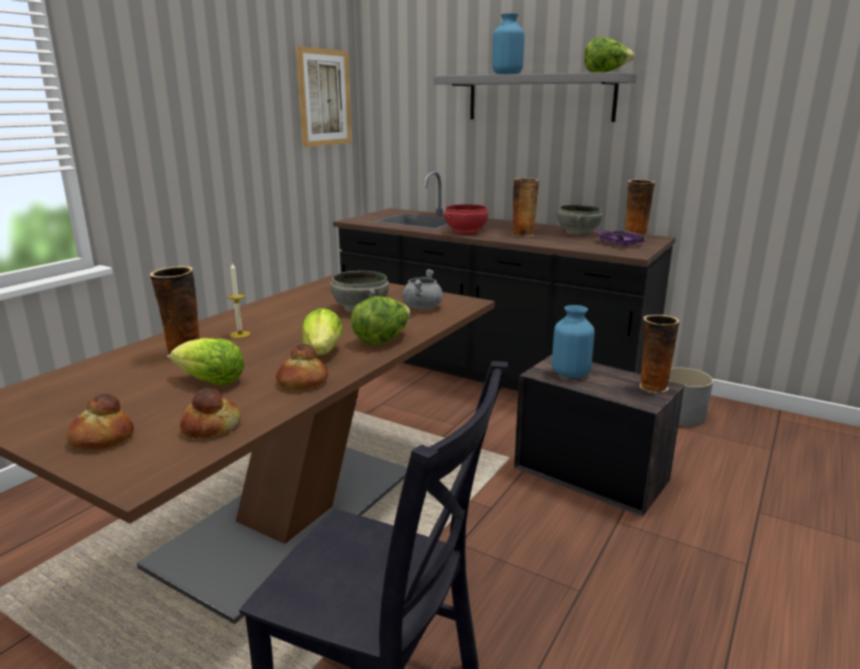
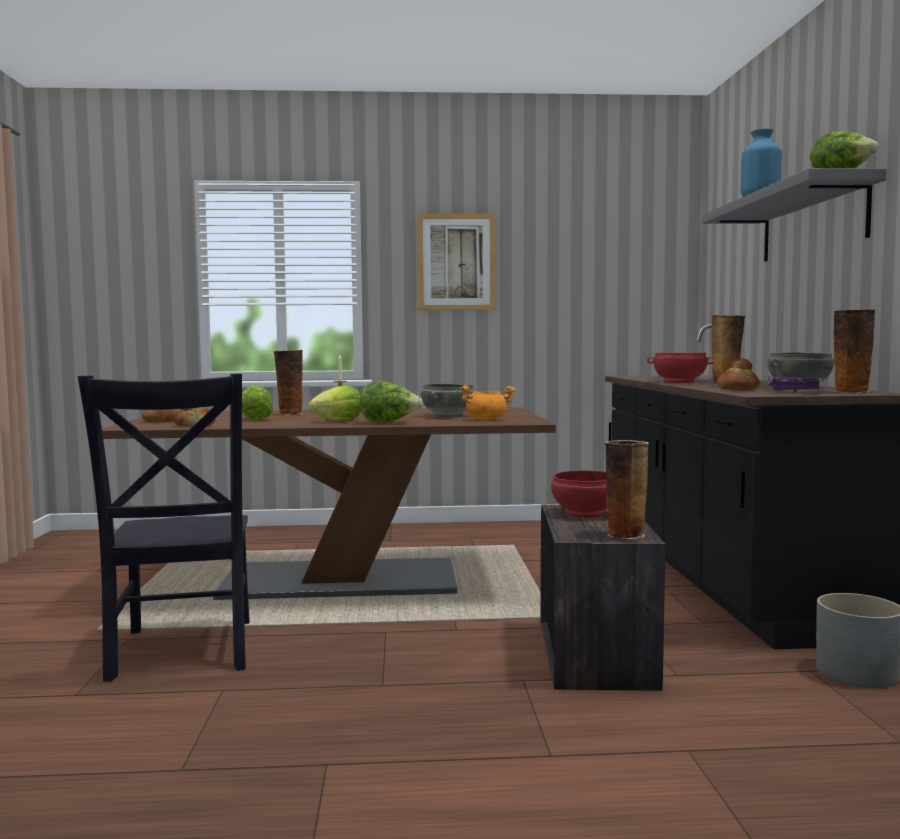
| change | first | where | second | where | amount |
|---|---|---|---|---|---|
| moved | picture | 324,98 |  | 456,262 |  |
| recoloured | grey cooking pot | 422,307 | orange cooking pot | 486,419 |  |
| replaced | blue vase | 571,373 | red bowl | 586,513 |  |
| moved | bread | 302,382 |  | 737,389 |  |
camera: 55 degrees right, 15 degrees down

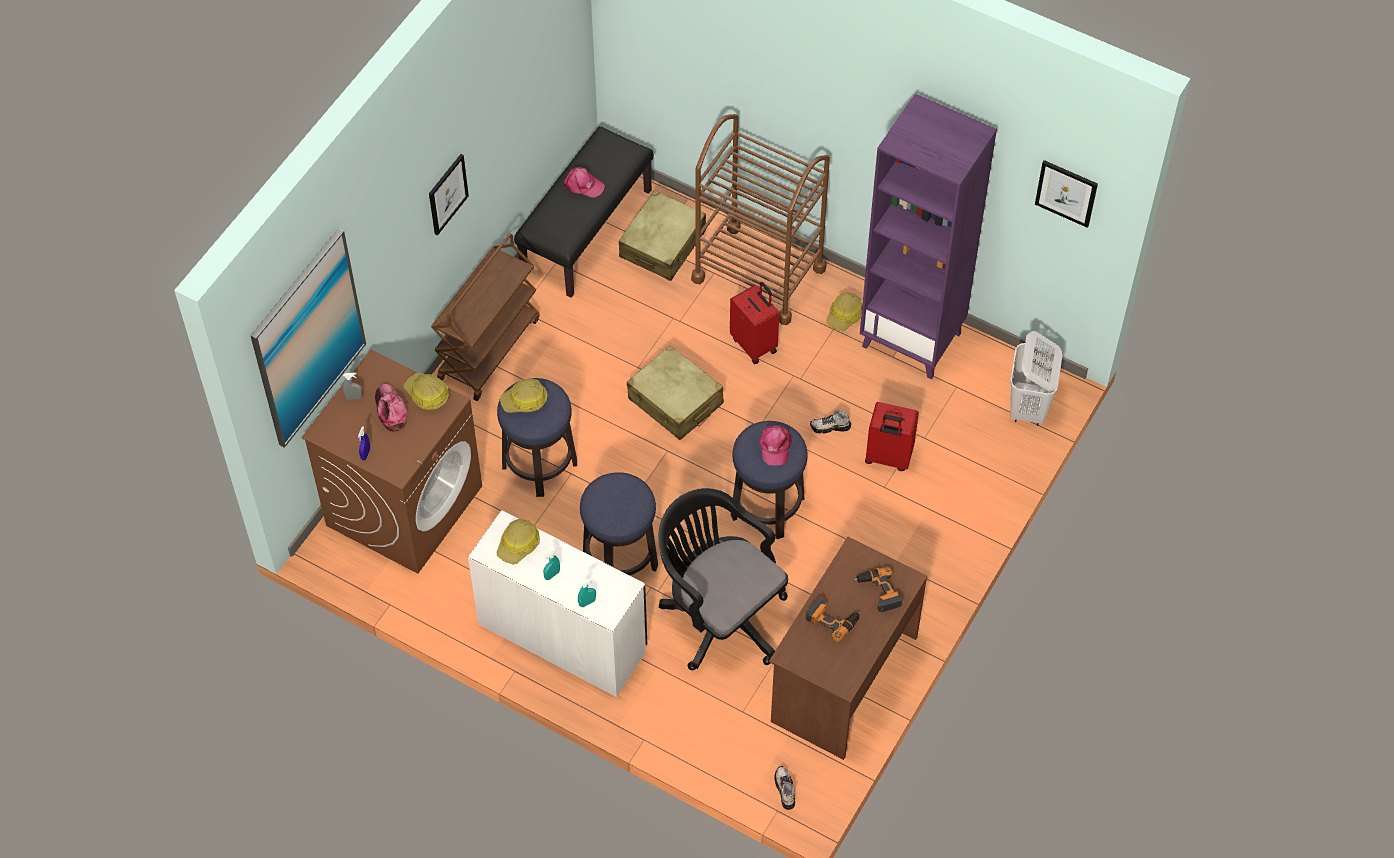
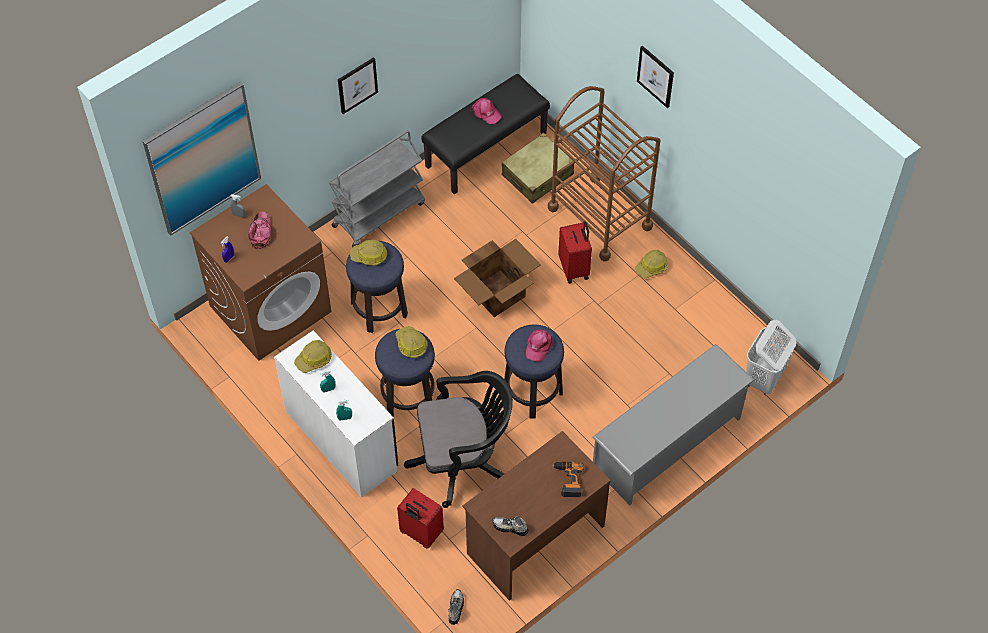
| change | first | where | second | where | amount |
|---|---|---|---|---|---|
| removed | purple bookcase | 912,339 |  |  |  |
| moved | picture | 1066,193 |  | 655,76 |  |
| recoloured | brown cart | 488,349 | grey cart | 379,214 |  |
| replaced | beige suitcase | 675,401 | cardboard box | 498,293 |  |
| moved | hard hat | 427,394 |  | 411,344 |  |
| moved | red suitcase | 888,458 |  | 420,533 |  |
| moved | shoe | 830,427 |  | 510,527 |  |
| turned | black office chair | 719,615 |  | 463,461 | 105 degrees clockwise |
| removed | power drill | 832,619 |  |  |  |
| added |  |  | grey shoe rack | 667,444 |  |
camera: 20 degrees right, 0 degrees up

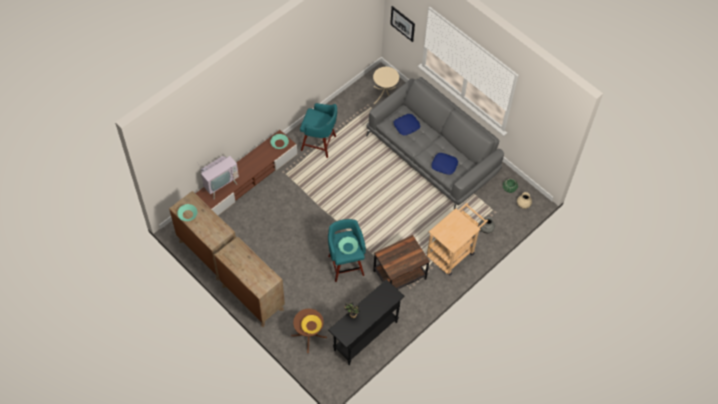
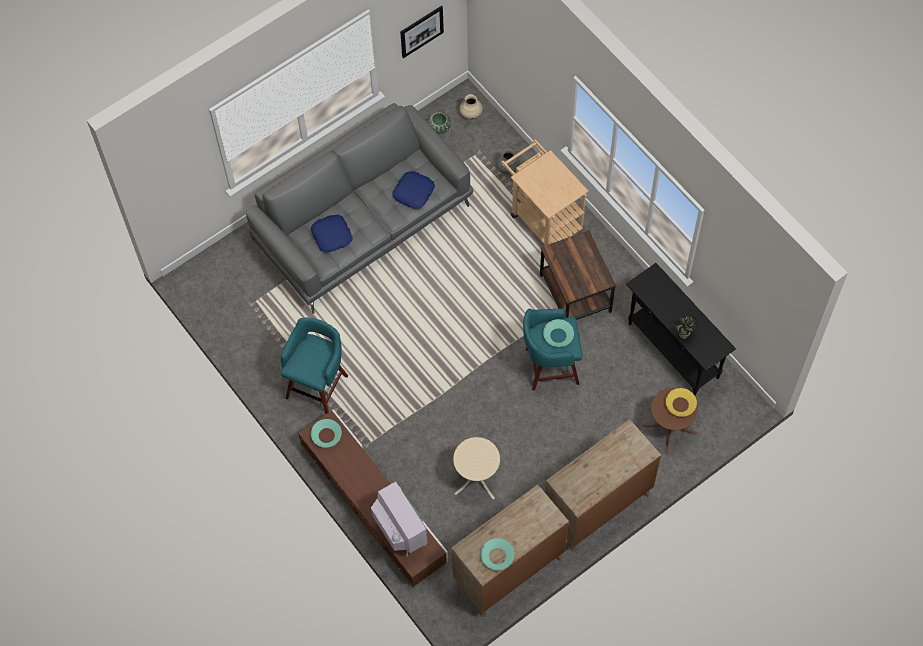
| change | first | where | second | where | amount |
|---|---|---|---|---|---|
| moved | picture | 402,23 |  | 421,31 |  |
| moved | beige side table | 385,95 |  | 477,478 |  |
camera: 80 degrees left, 5 degrees up

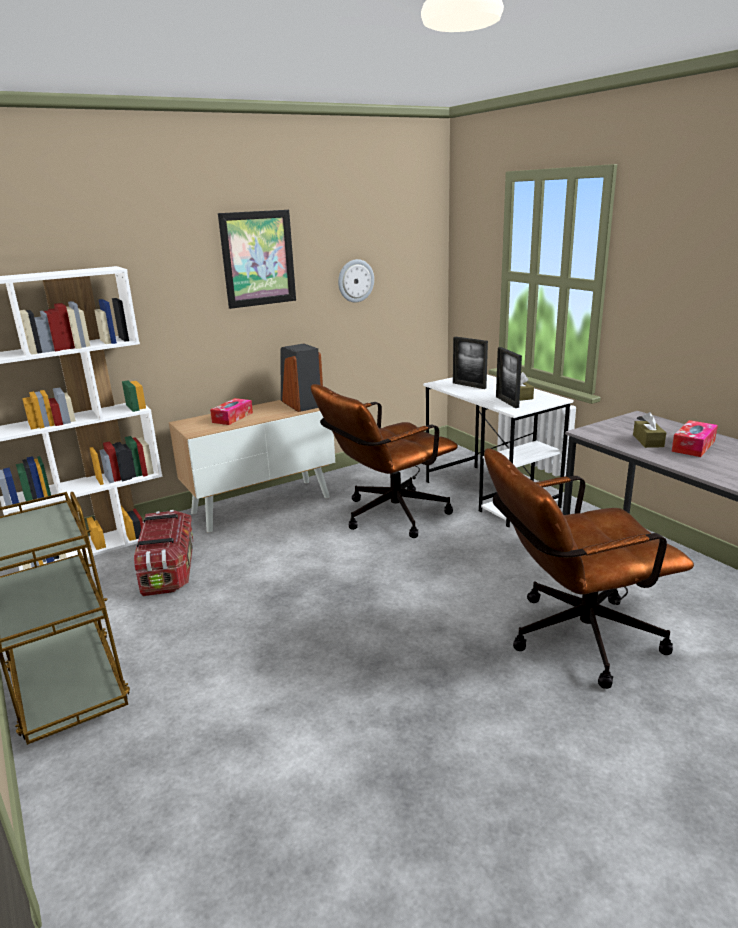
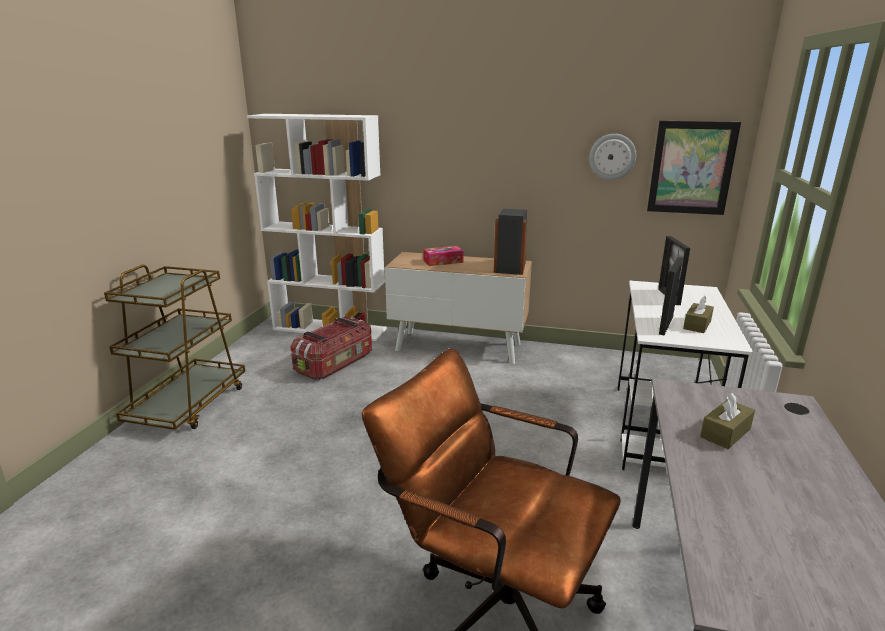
| change | first | where | second | where | amount |
|---|---|---|---|---|---|
| moved | picture | 258,259 |  | 691,168 |  |
| removed | brown office chair | 387,516 |  |  |  |
| removed | tissue box | 693,446 |  |  |  |
camera: 45 degrees right, 0 degrees up

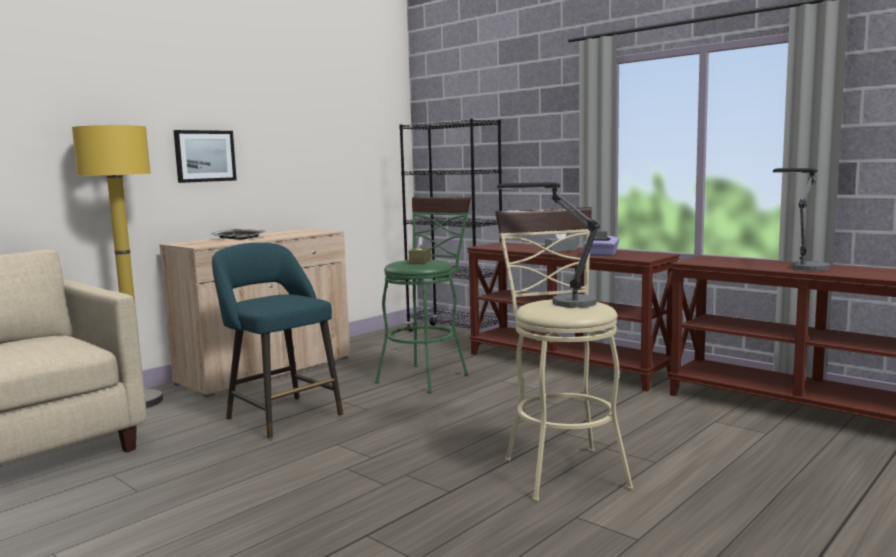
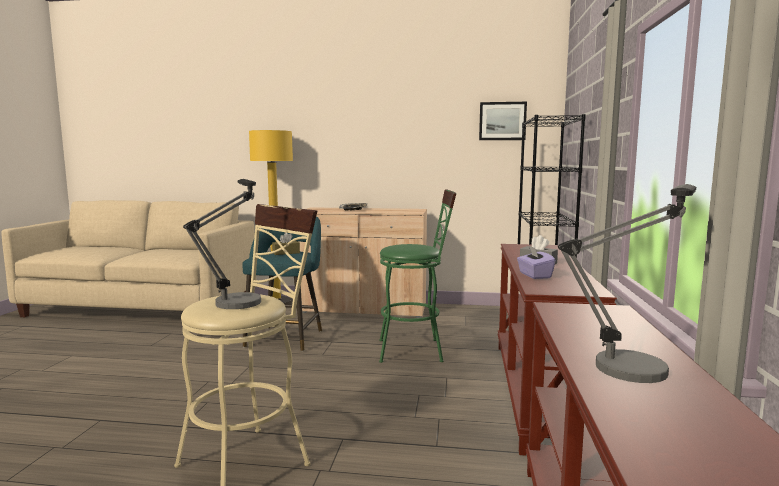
| change | first | where | second | where | amount |
|---|---|---|---|---|---|
| moved | picture | 205,156 |  | 502,121 |  |
| moved | brown tissue box | 420,262 |  | 286,253 |  |
camera: 55 degrees right, 0 degrees up

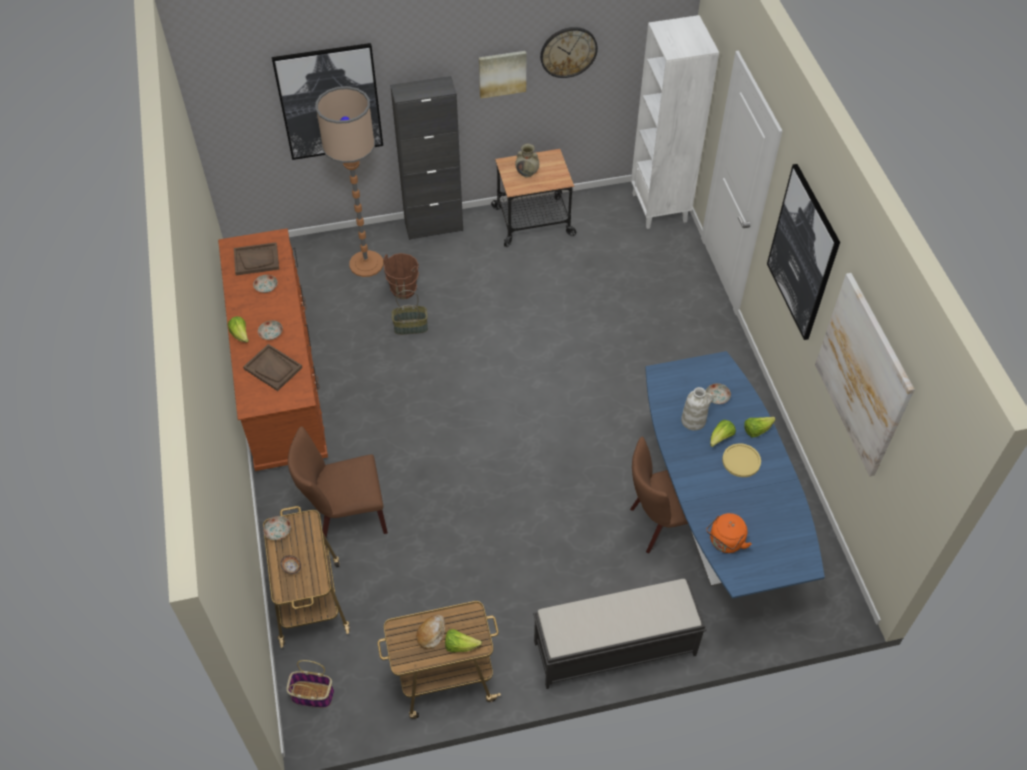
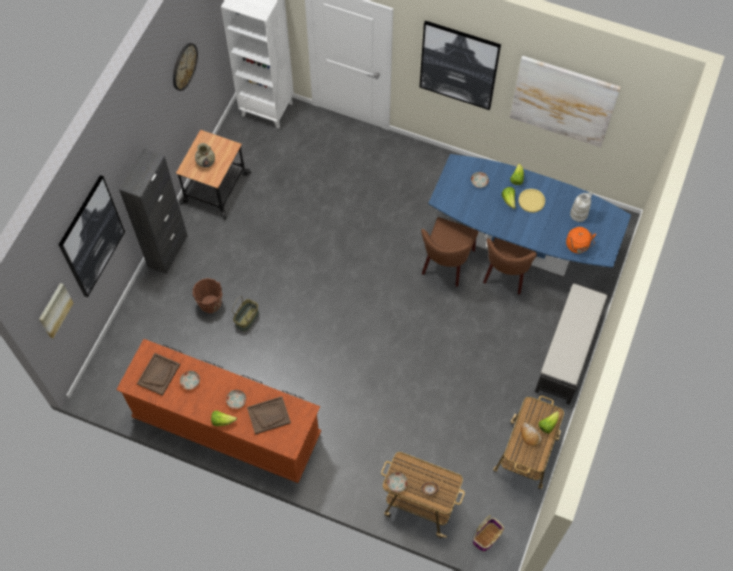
| change | first | where | second | where | amount |
|---|---|---|---|---|---|
| moved | picture | 502,73 |  | 54,310 |  |
| removed | floor lamp | 366,264 |  |  |  |
| moved | white vase | 694,420 |  | 578,214 |  |
| moved | brown chair | 345,515 |  | 446,264 |  |
camera: 55 degrees left, 10 degrees up

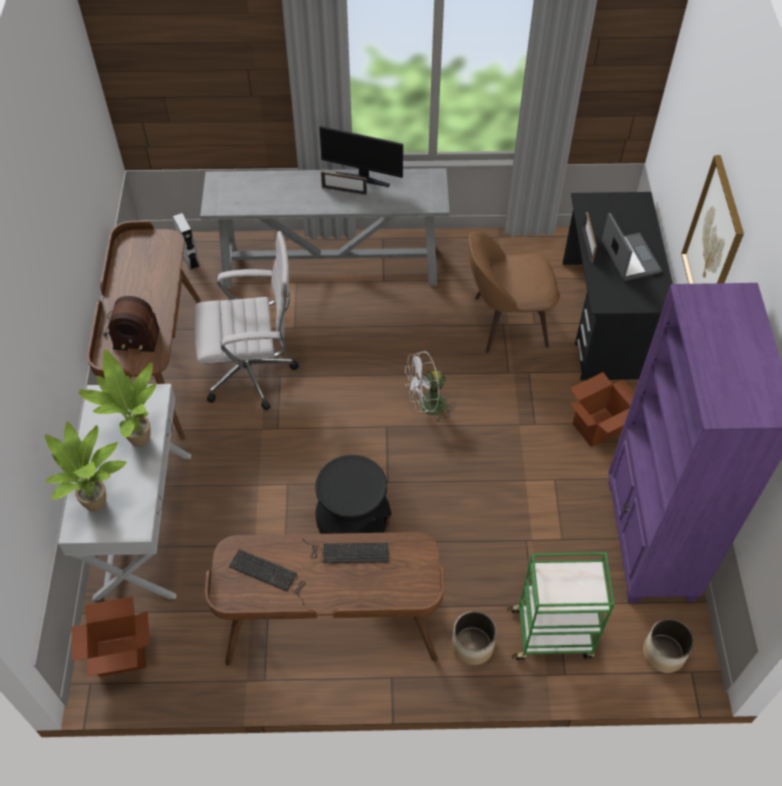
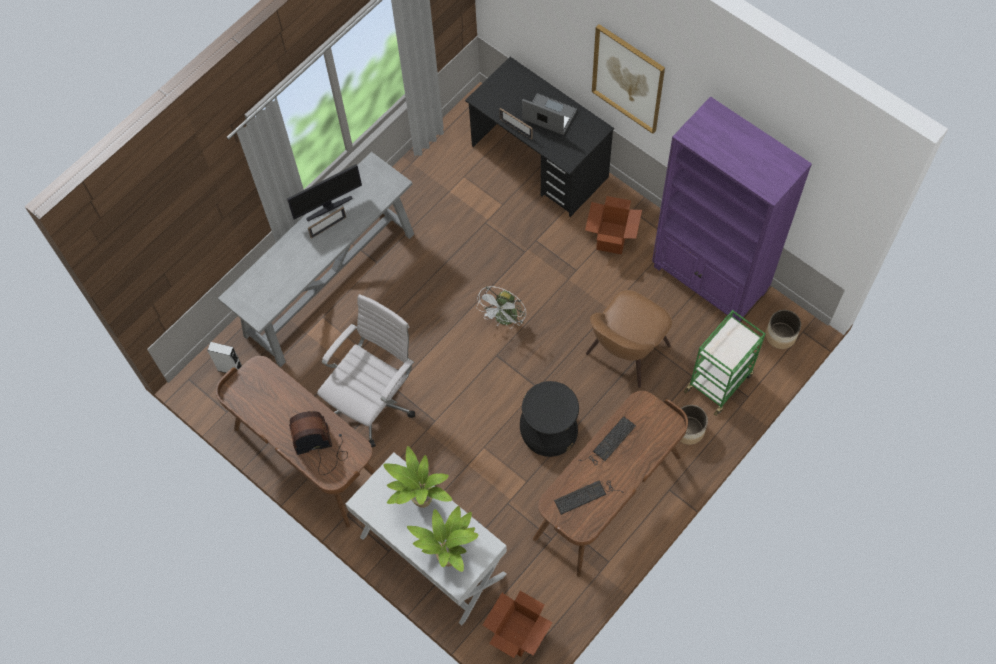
| change | first | where | second | where | amount |
|---|---|---|---|---|---|
| moved | brown chair | 506,322 |  | 625,352 |  |
| turned | radio | 131,331 |  | 320,446 | 150 degrees counterclockwise |
camera: 45 degrees left, 10 degrees up

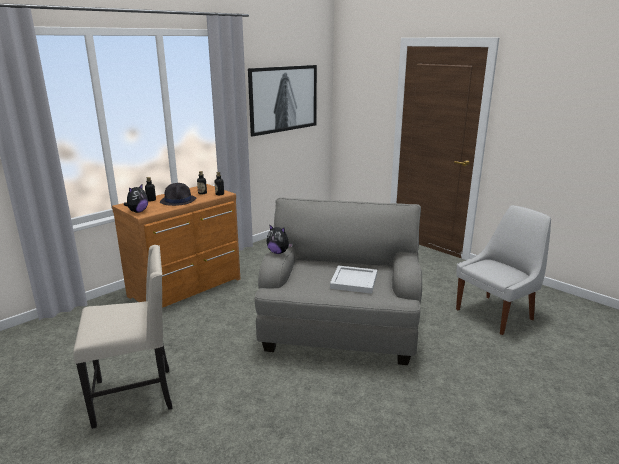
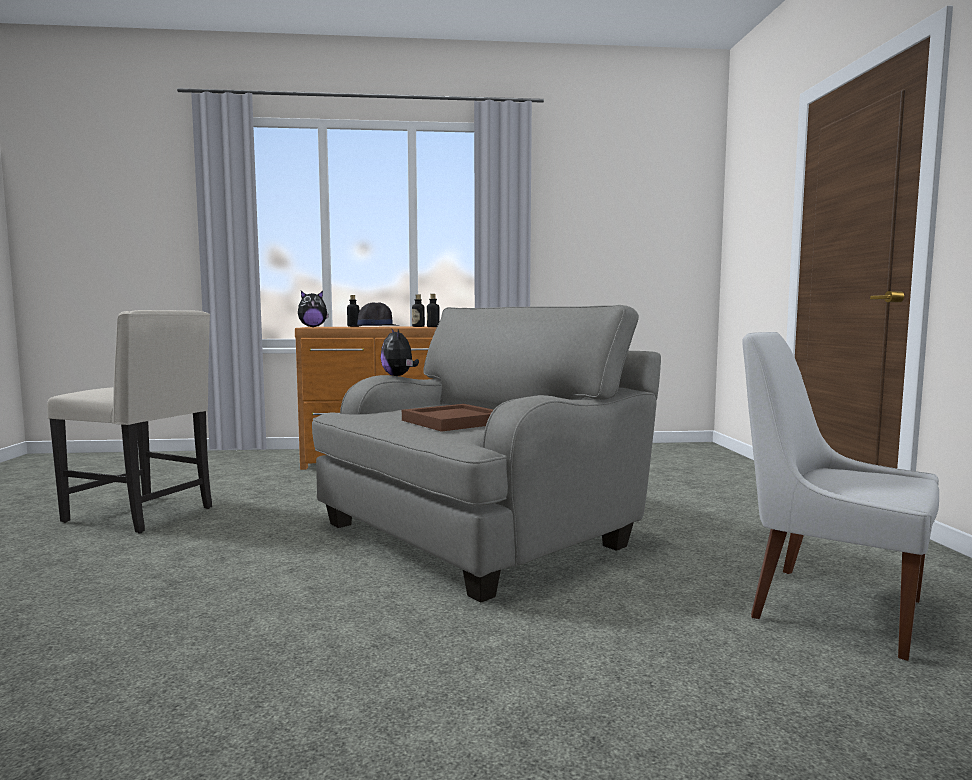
| change | first | where | second | where | amount |
|---|---|---|---|---|---|
| removed | picture | 283,99 |  |  |  |
| turned | white chair | 496,314 |  | 828,607 | 150 degrees counterclockwise |
| recoloured | white tray | 354,281 | brown tray | 455,422 |  |
camera: 40 degrees right, 15 degrees down

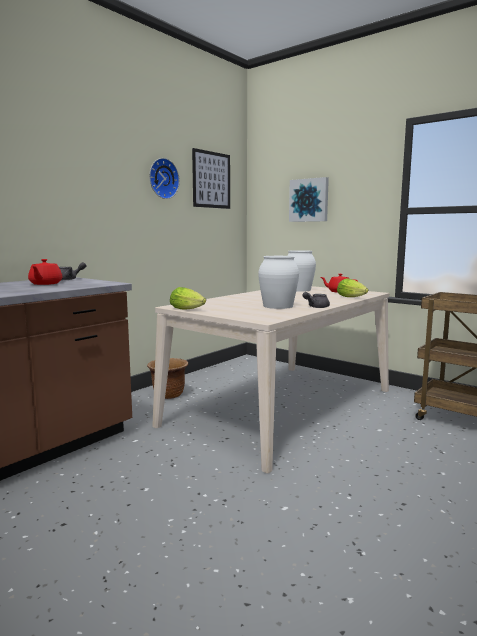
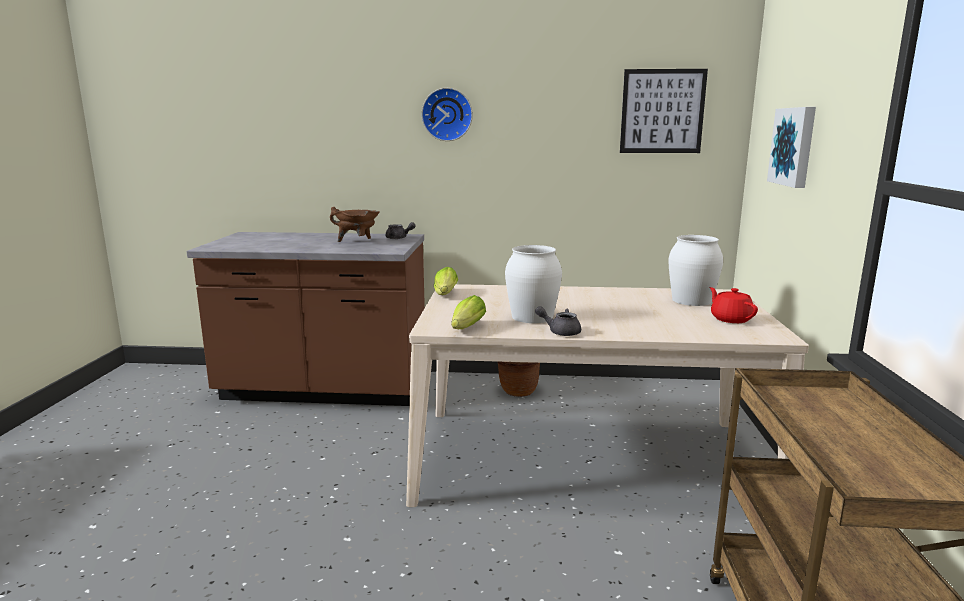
| change | first | where | second | where | amount |
|---|---|---|---|---|---|
| moved | wall clock | 162,178 |  | 447,114 |  |
| replaced | red teapot | 45,284 | brown cooking pot | 357,241 |  |
| moved | lettuce | 352,297 |  | 466,329 |  |
camera: 55 degrees right, 5 degrees up

